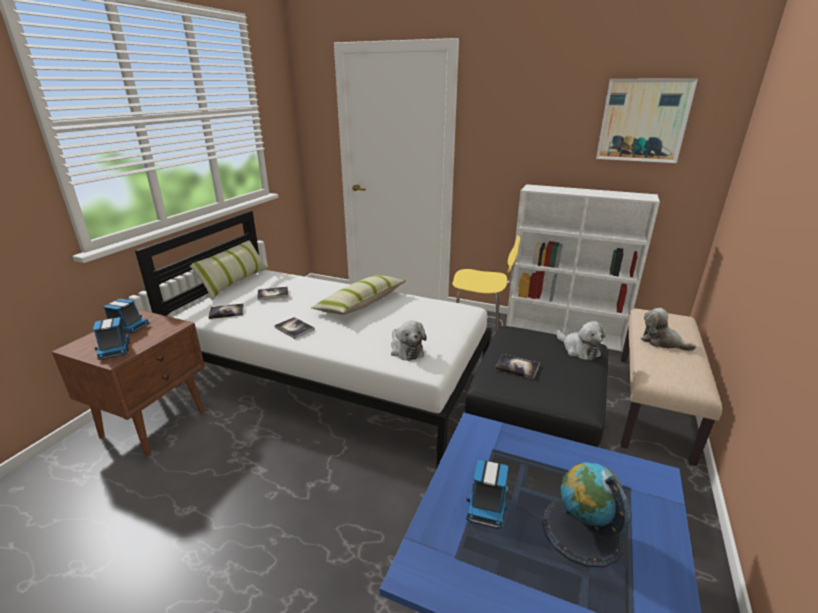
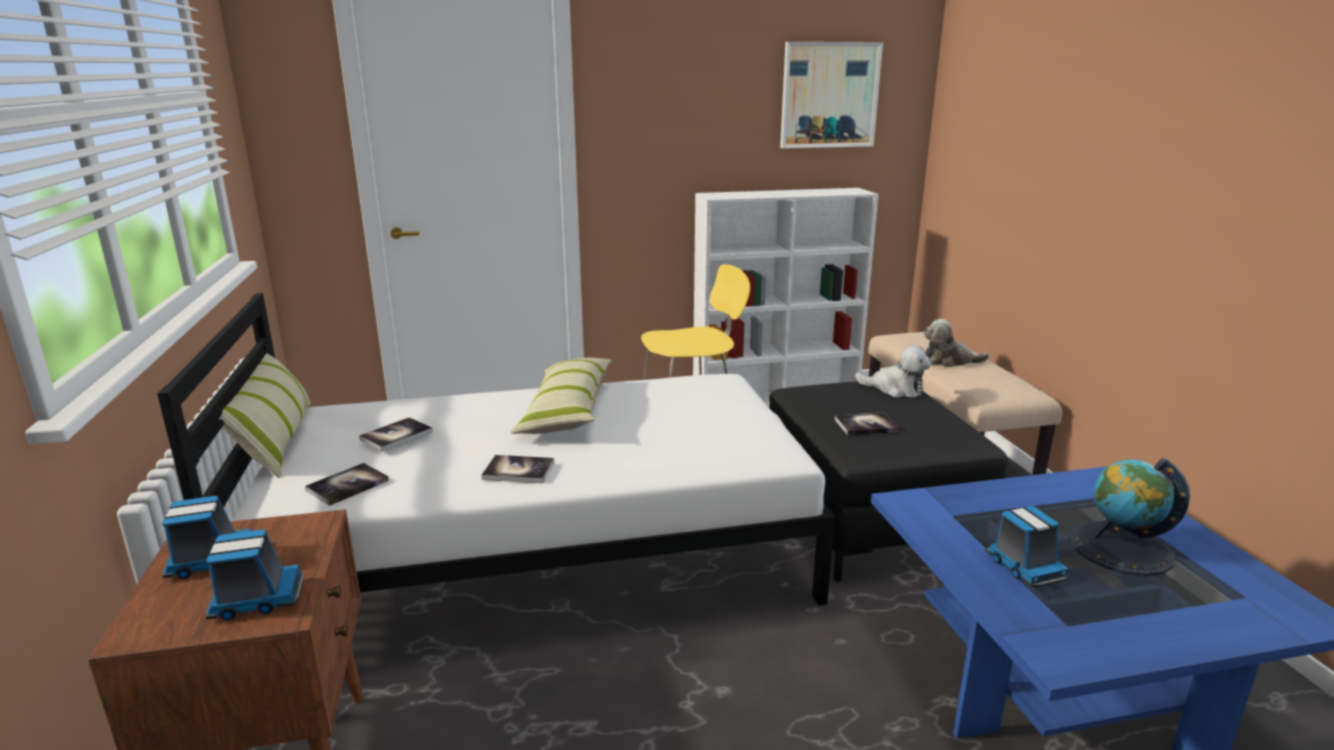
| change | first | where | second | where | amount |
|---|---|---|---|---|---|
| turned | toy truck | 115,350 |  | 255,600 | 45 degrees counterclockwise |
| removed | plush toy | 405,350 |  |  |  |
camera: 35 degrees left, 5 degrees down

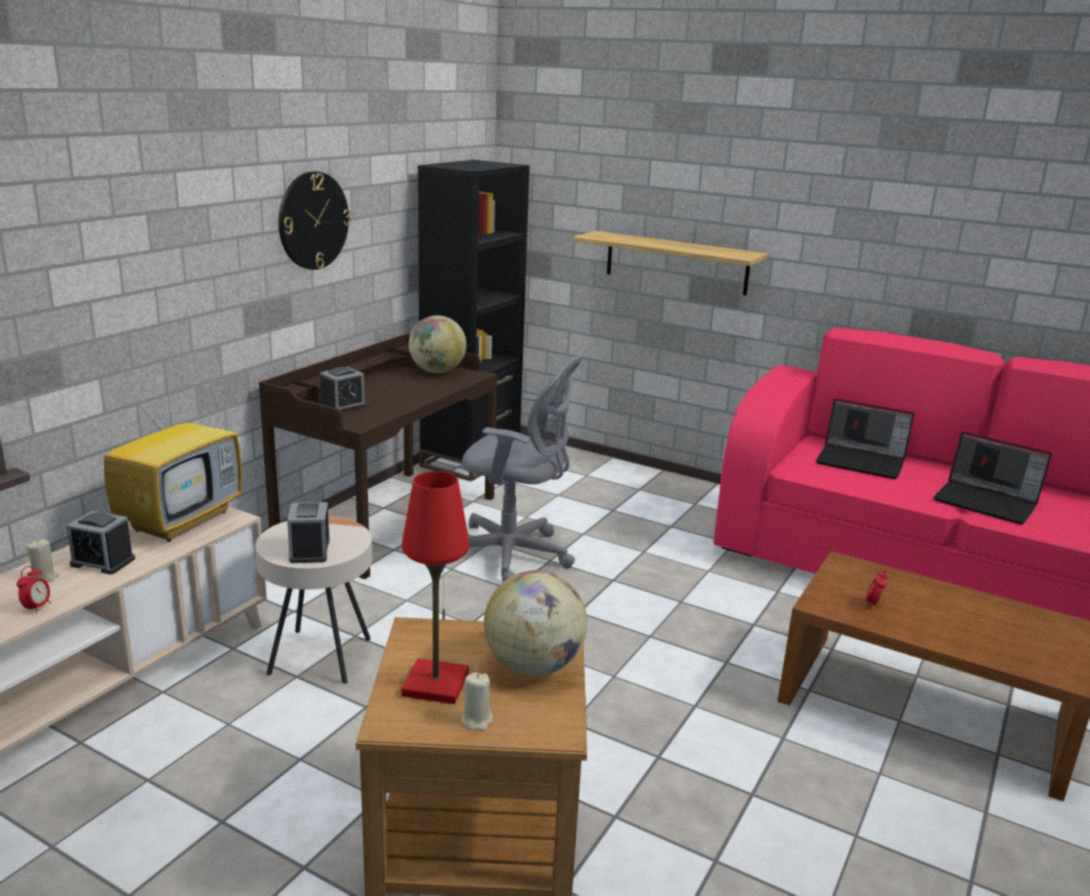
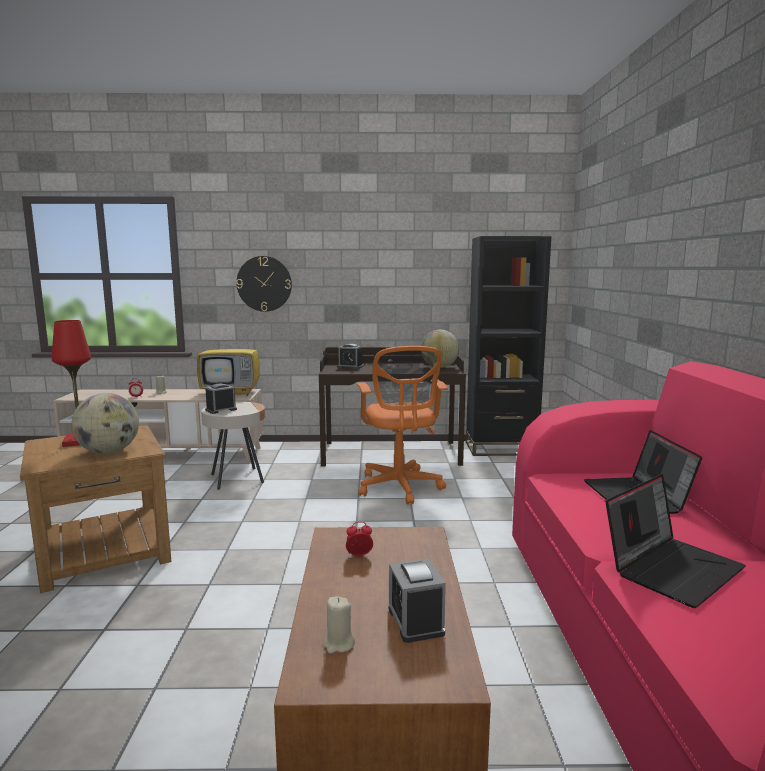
| change | first | where | second | where | amount |
|---|---|---|---|---|---|
| moved | wall clock | 313,220 |  | 264,283 |  |
| removed | shelf | 676,263 |  |  |  |
| recoloured | grey office chair | 514,555 | orange office chair | 400,488 |  |
| turned | laptop | 987,502 |  | 671,568 | 135 degrees counterclockwise |
| moved | alarm clock | 103,562 |  | 415,621 |  |
| moved | beige candle | 477,720 |  | 338,644 |  |
camera: 60 degrees right, 10 degrees down

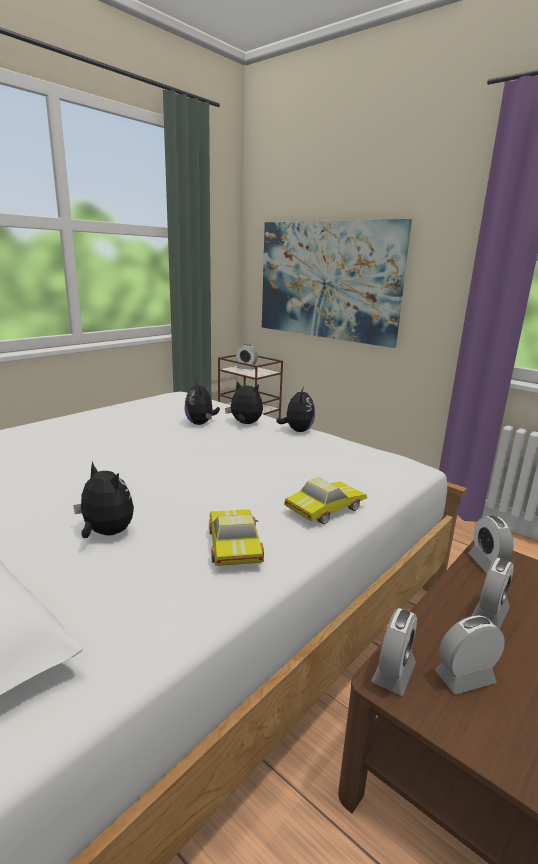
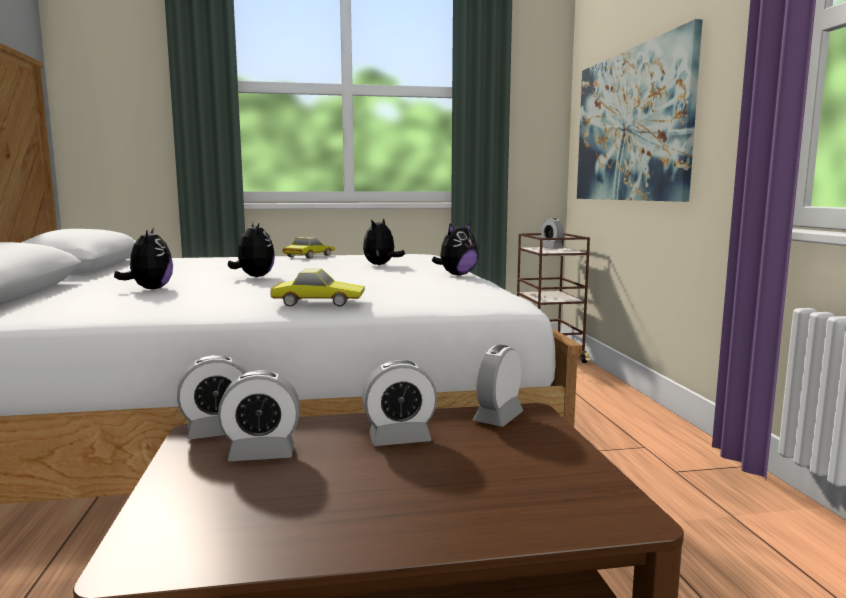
| change | first | where | second | where | amount |
|---|---|---|---|---|---|
| moved | plush toy | 245,424 |  | 254,277 |  |
| moved | toy car | 232,545 |  | 308,256 |  |
| turned | alarm clock | 464,677 |  | 262,454 | 150 degrees clockwise |
camera: 40 degrees right, 10 degrees down

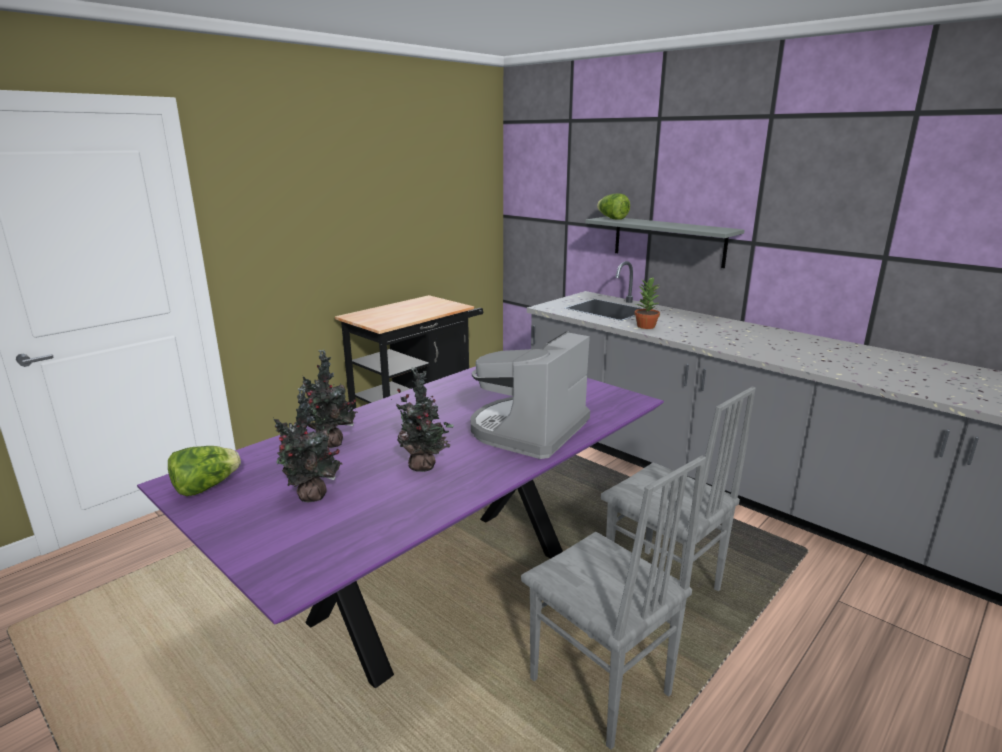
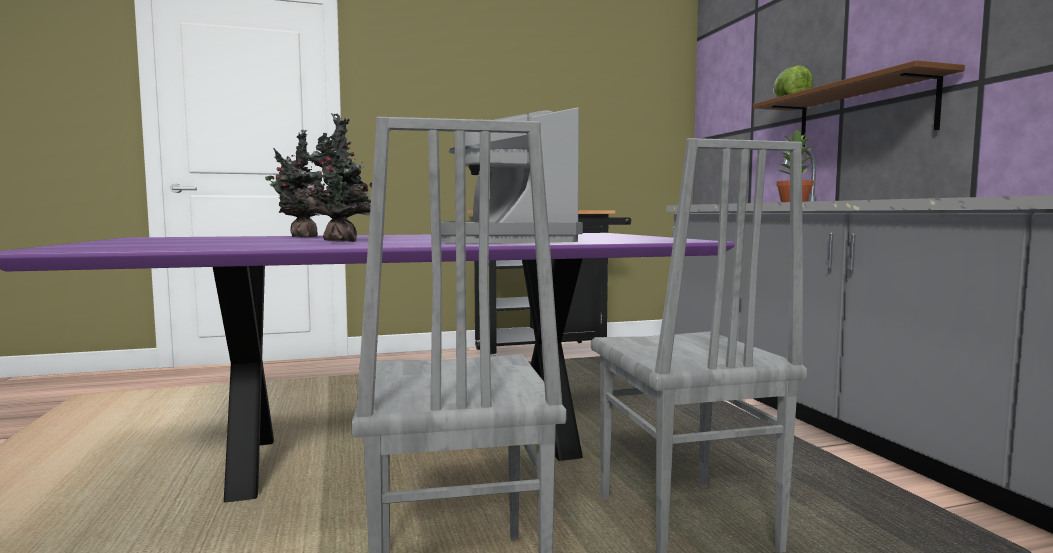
| change | first | where | second | where | amount |
|---|---|---|---|---|---|
| recoloured | grey shelf | 668,241 | brown shelf | 863,114 |  |
| turned | coffee machine | 528,430 |  | 505,240 | 75 degrees counterclockwise |
| removed | potted plant | 311,497 |  |  |  |
| removed | lettuce | 206,487 |  |  |  |
camera: 30 degrees right, 15 degrees down

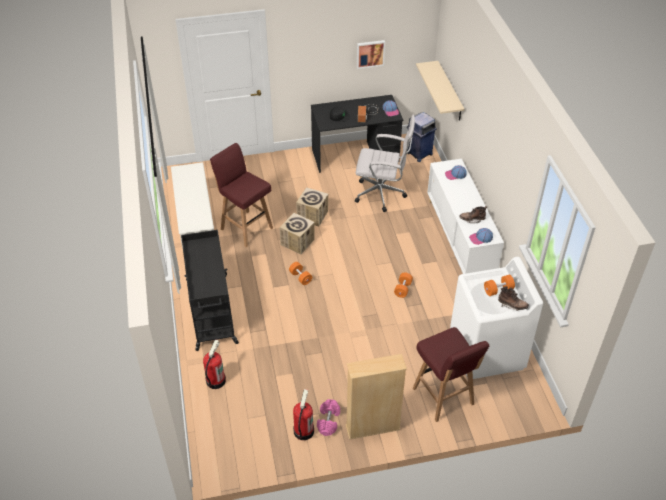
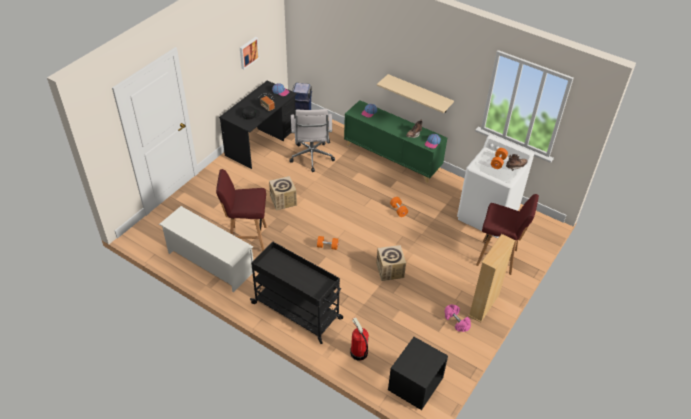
| change | first | where | second | where | amount |
|---|---|---|---|---|---|
| moved | beige shelf | 449,91 |  | 419,94 |  |
| turned | white office chair | 382,194 |  | 312,158 | 120 degrees clockwise |
| recoloured | white cabinet | 459,238 | green cabinet | 392,157 |  |
| moved | cardboard box | 297,242 |  | 390,270 |  |
| removed | fire extinguisher | 303,431 |  |  |  |
| added |  |  | black nightstand | 415,385 |  |
camera: 45 degrees left, 0 degrees up

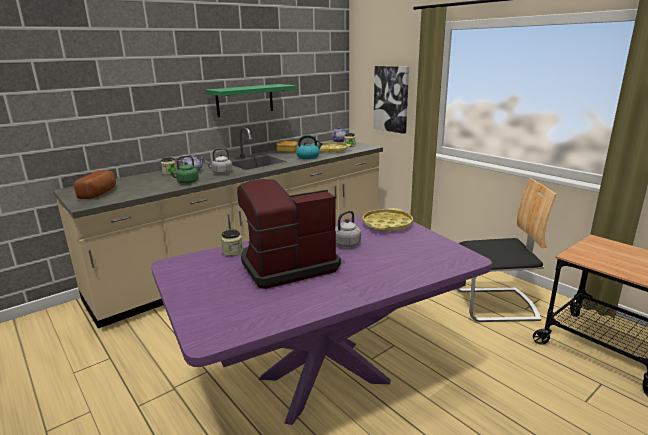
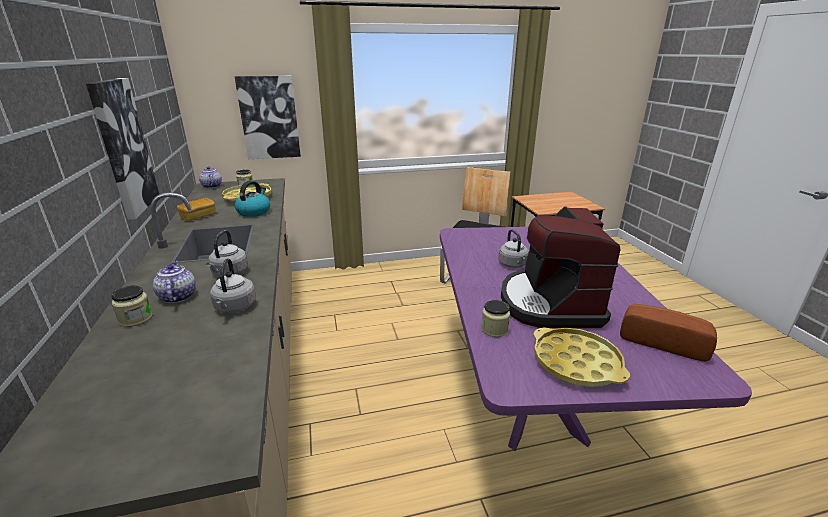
| change | first | where | second | where | amount |
|---|---|---|---|---|---|
| replaced | green shelf | 245,100 | picture | 123,147 |  |
| recoloured | green kettle | 186,182 | grey kettle | 235,308 |  |
| moved | bread | 100,193 |  | 662,341 |  |
| moved | yellow tray | 387,224 |  | 576,363 |  |
camera: 65 degrees left, 5 degrees up

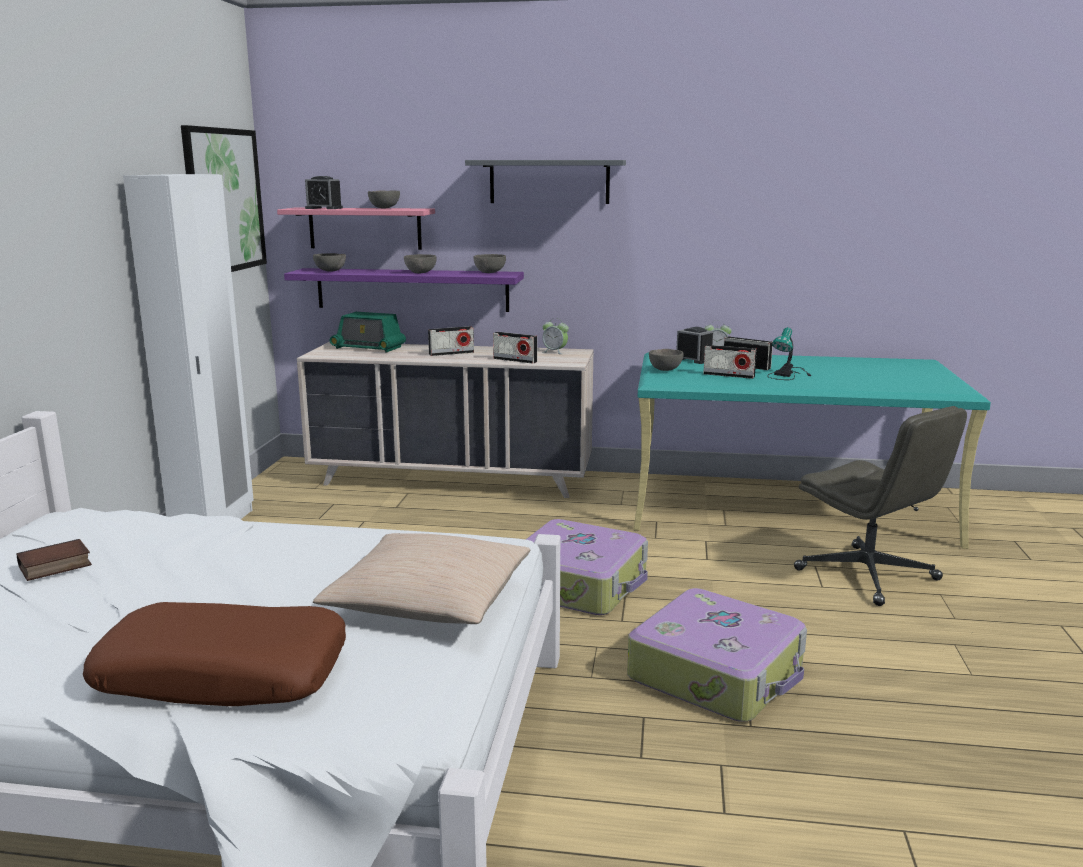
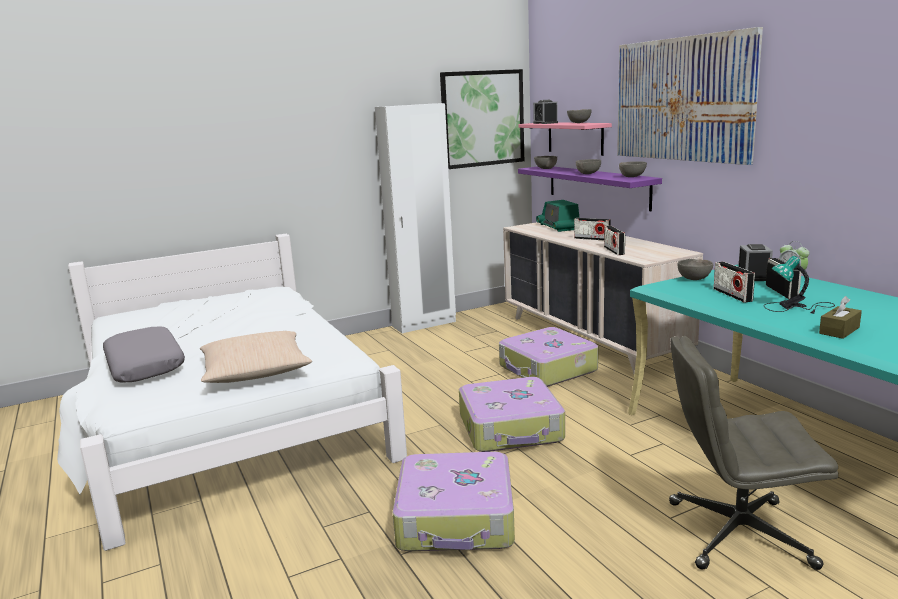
| change | first | where | second | where | amount |
|---|---|---|---|---|---|
| replaced | grey shelf | 549,181 | picture | 682,99 |  |
| removed | alarm clock | 555,352 |  |  |  |
| turned | grey office chair | 868,575 |  | 737,534 | 75 degrees clockwise |
| removed | book | 54,567 |  |  |  |
| recoloured | brown pillow | 224,674 | grey pillow | 146,365 |  |
| added |  |  | brown tissue box | 839,330 |  |
| added |  |  | suitcase | 547,369 |  |
camera: 55 degrees right, 0 degrees up

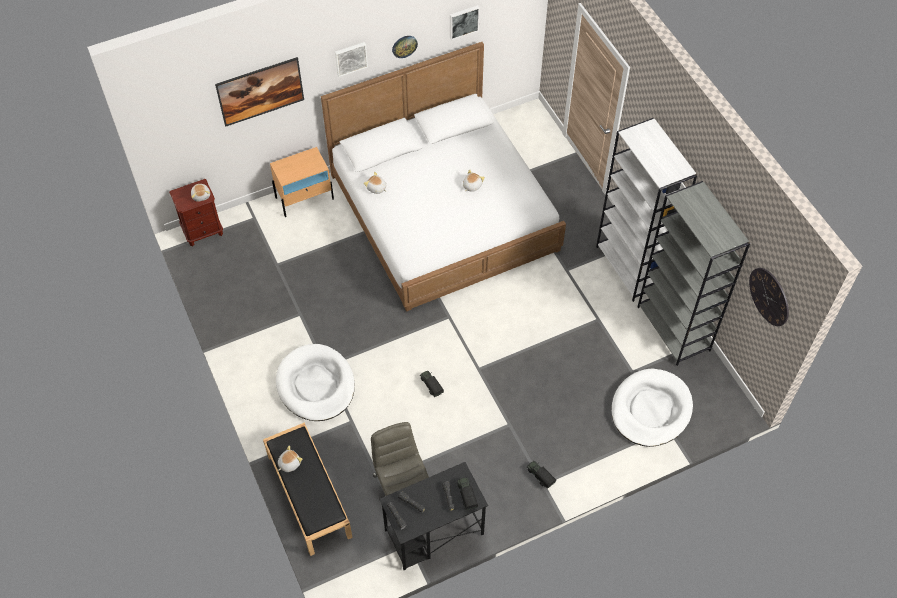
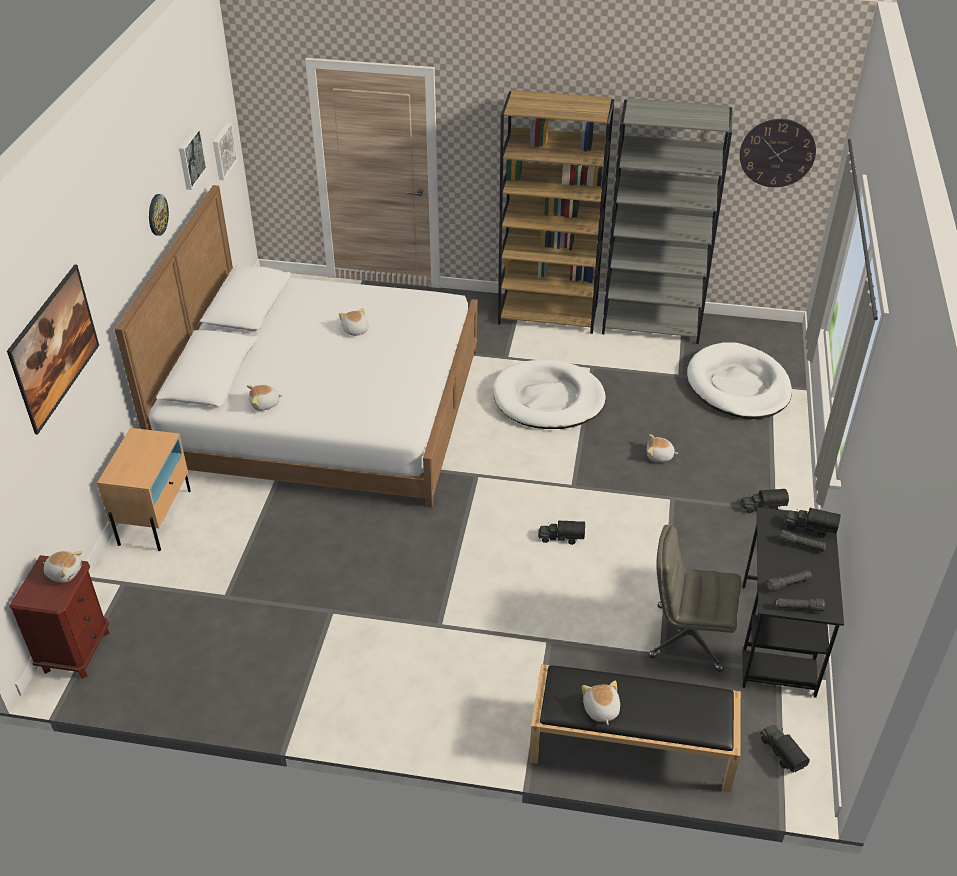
| change | first | where | second | where | amount |
|---|---|---|---|---|---|
| moved | picture | 350,58 |  | 222,151 |  |
| recoloured | white bookcase | 631,267 | brown bookcase | 548,315 |  |
| moved | white dog bed | 316,385 |  | 548,399 |  |
| added |  |  | plush toy | 659,456 |  |
| added |  |  | toy truck | 781,753 |  |
camera: 55 degrees left, 15 degrees down

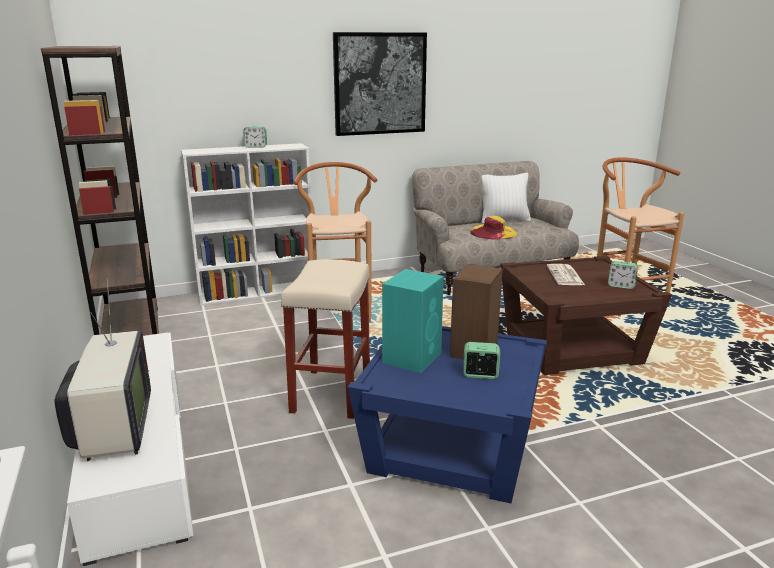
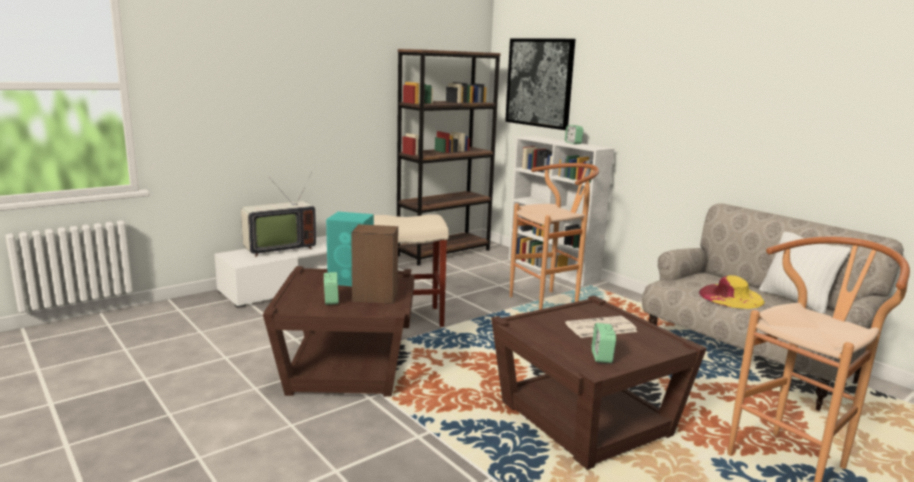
| change | first | where | second | where | amount |
|---|---|---|---|---|---|
| moved | picture | 380,84 |  | 539,83 |  |
| recoloured | blue side table | 450,451 | brown side table | 345,367 |  |
camera: 70 degrees right, 5 degrees down

